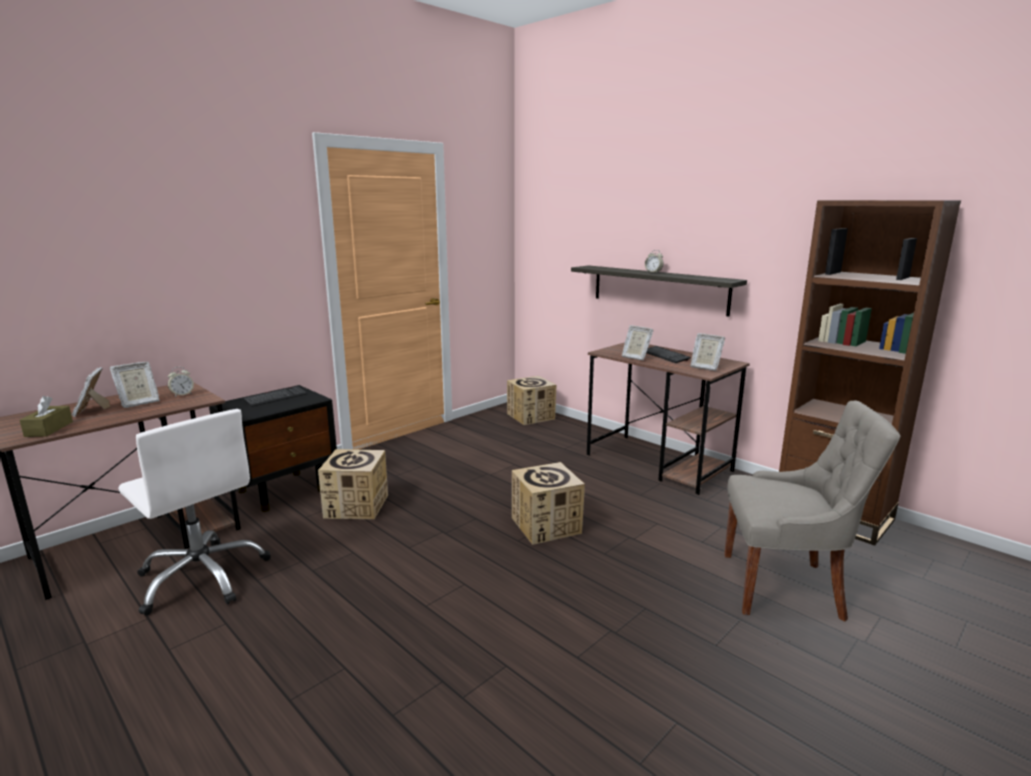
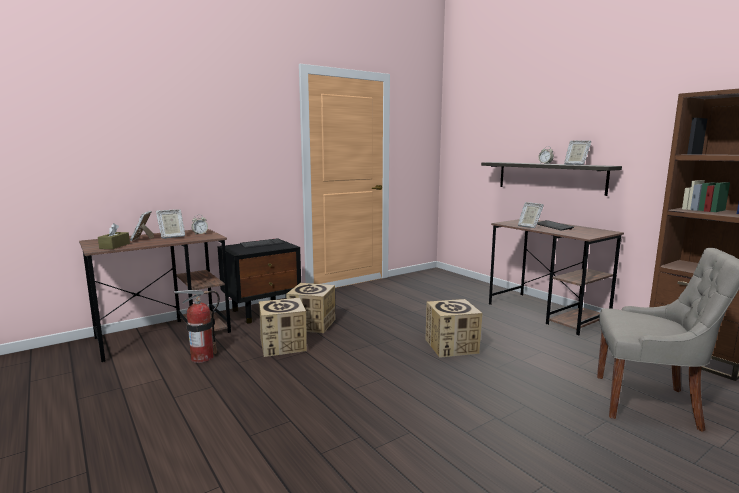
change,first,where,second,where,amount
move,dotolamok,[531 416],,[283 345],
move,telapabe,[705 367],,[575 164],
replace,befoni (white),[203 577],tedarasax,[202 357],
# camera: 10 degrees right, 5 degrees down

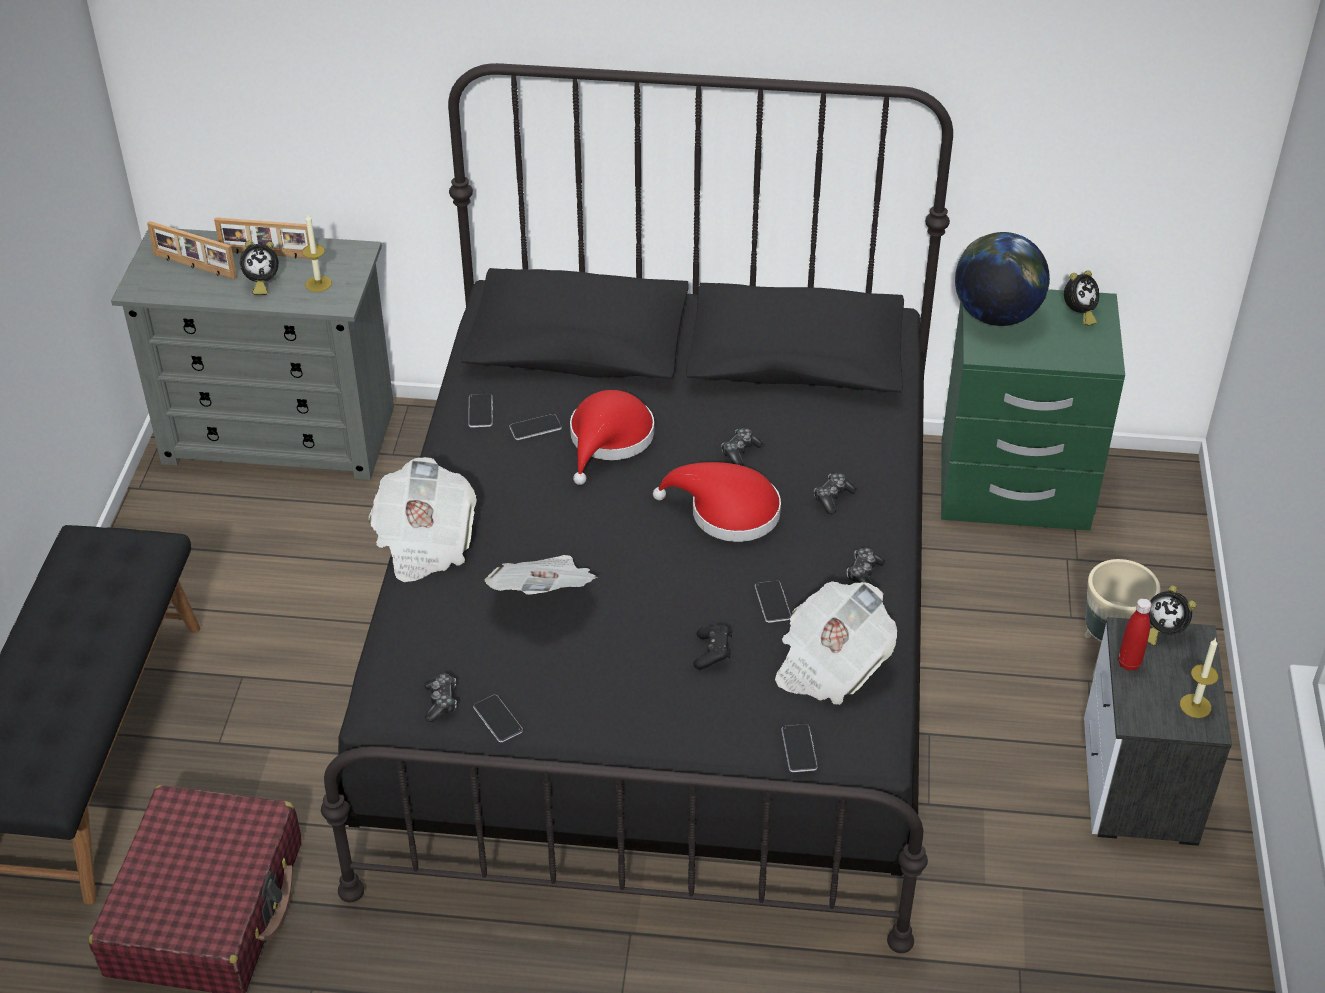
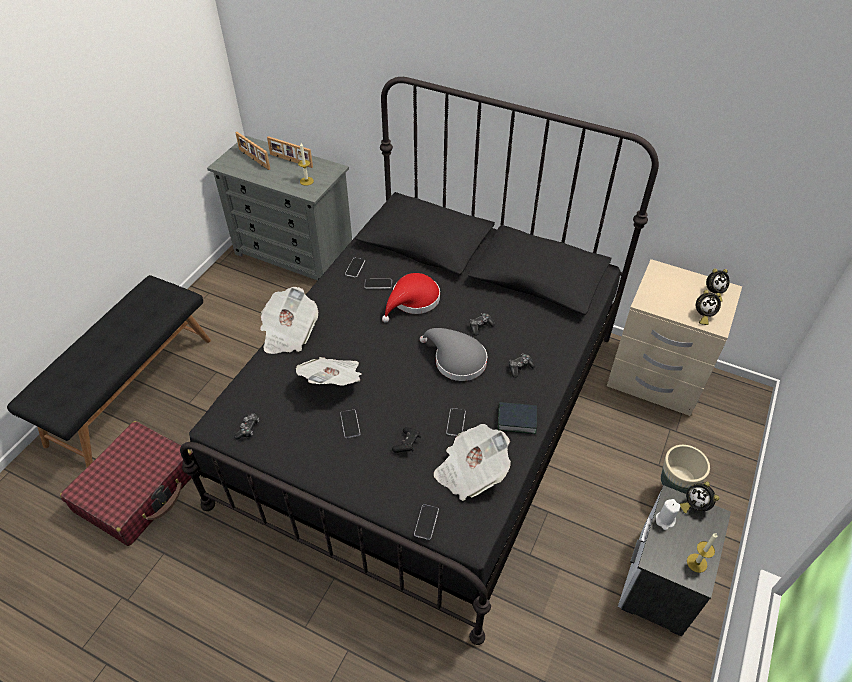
change,first,where,second,where,amount
delete,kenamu,[996 316],,,
move,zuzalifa,[261 284],,[702 316],
move,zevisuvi,[498 719],,[350 424],
replace,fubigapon,[864 574],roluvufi,[516 420],
replace,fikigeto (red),[1129 663],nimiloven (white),[665 520],
recolor,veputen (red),[727 512],veputen (grey),[456 360],
recolor,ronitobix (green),[1014 488],ronitobix (beige),[655 379],
# camera: 20 degrees right, 5 degrees up

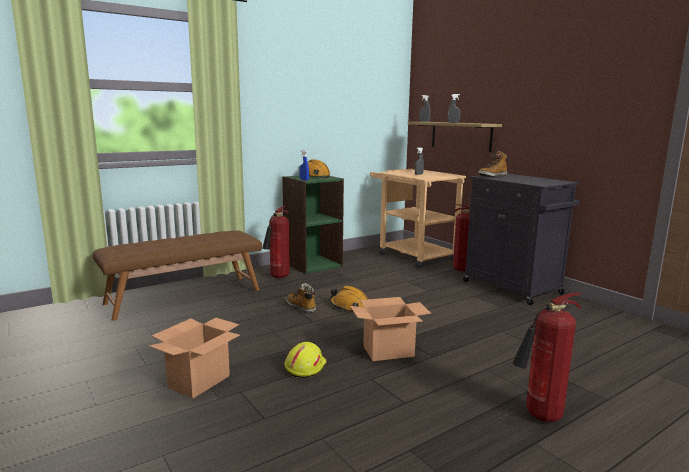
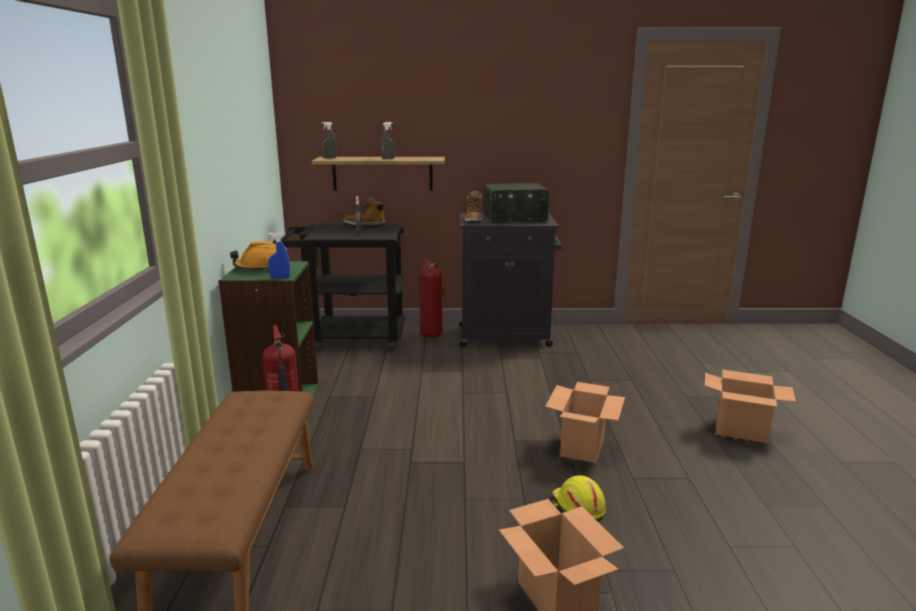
change,first,where,second,where,amount
delete,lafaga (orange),[349 306],,,
insert,,,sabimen,[515 219],
move,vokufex,[301 307],,[364 224],
replace,tedarasax,[540 417],dotolamok,[741 430],
recolor,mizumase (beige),[412 255],mizumase (black),[349 338],
# camera: 55 degrees left, 5 degrees up

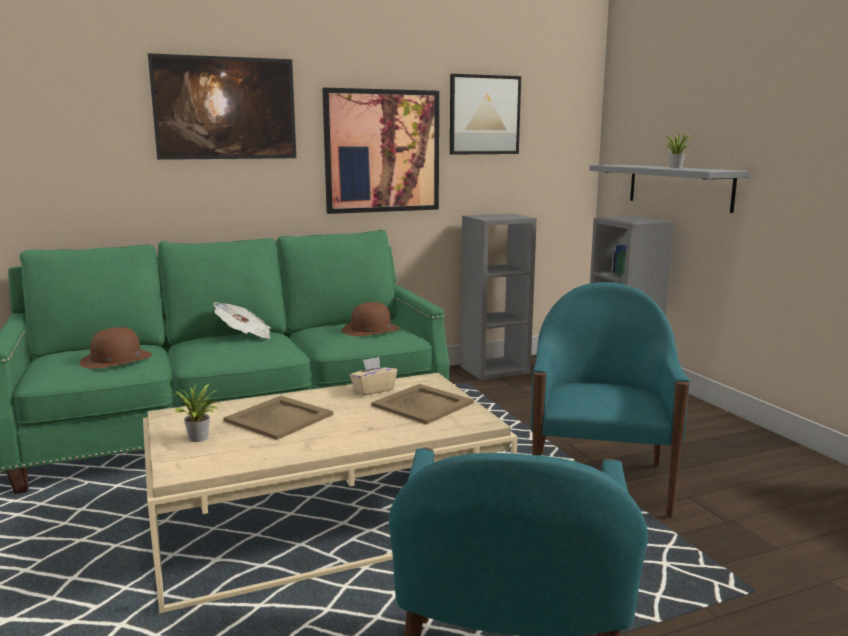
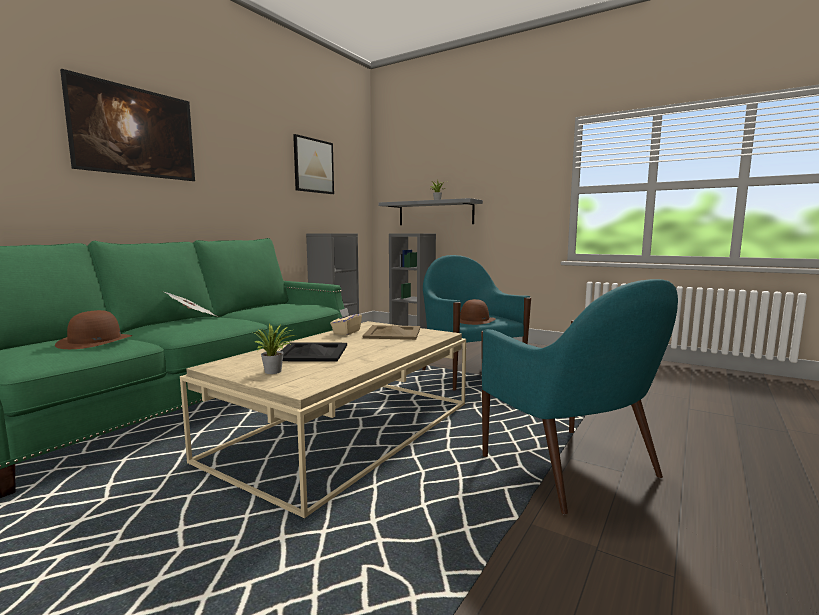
change,first,where,second,where,amount
delete,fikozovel,[382 151],,,
move,veputen (brown),[370 329],,[474 320],
recolor,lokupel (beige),[279 417],lokupel (black),[311 352],
# camera: 35 degrees left, 5 degrees down

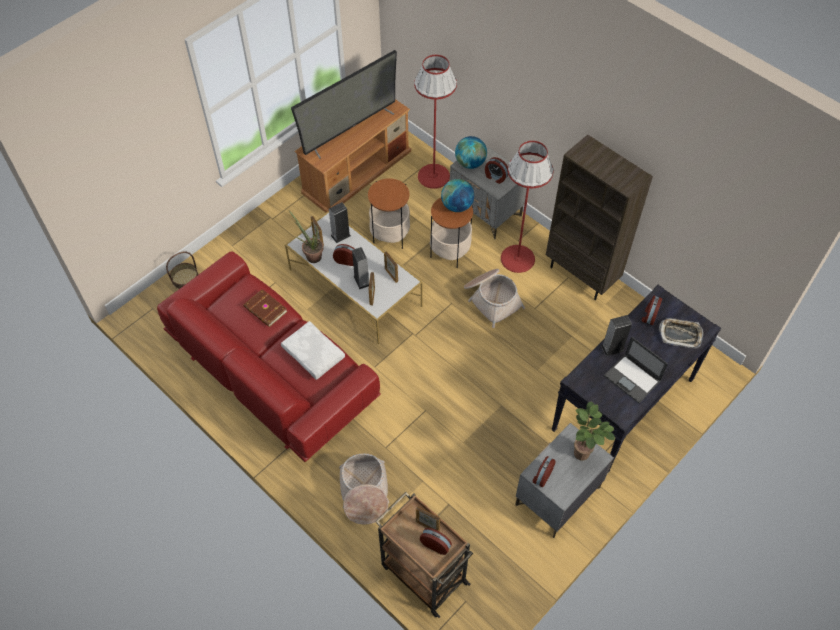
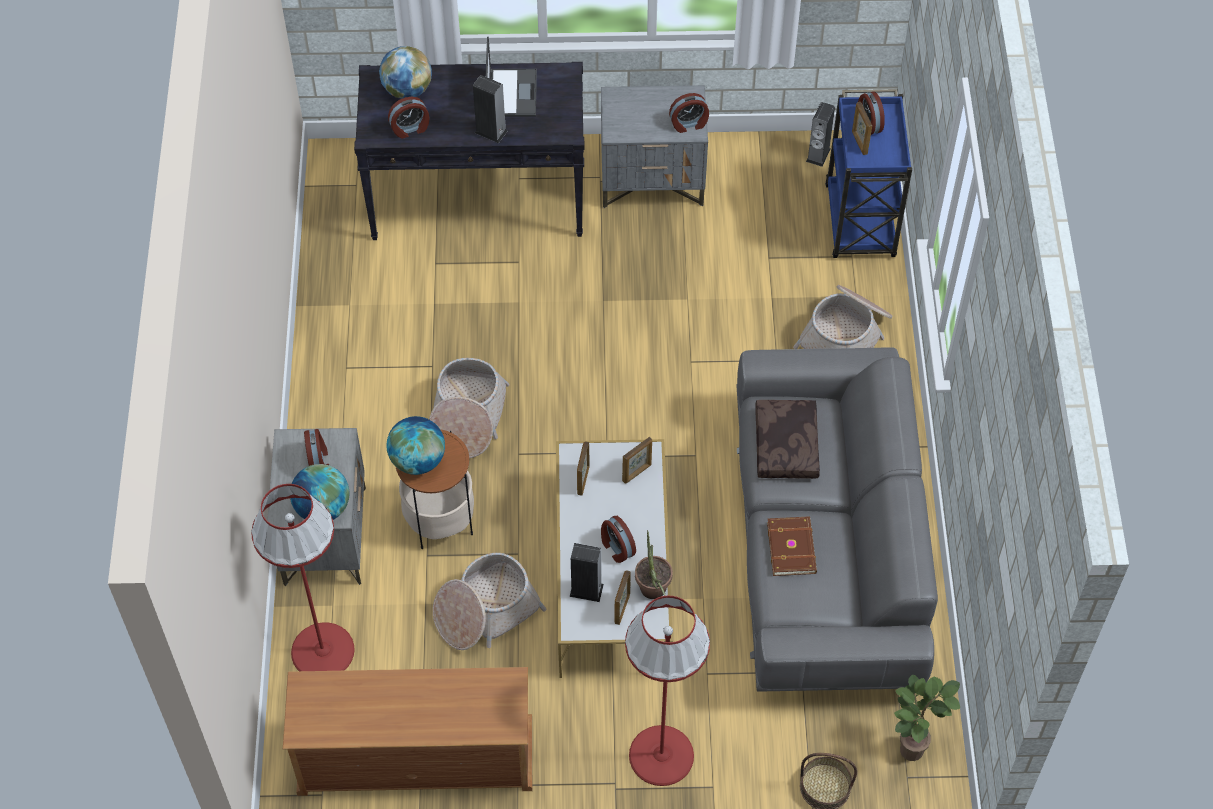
change,first,where,second,where,amount
delete,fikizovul,[350 130],,,
delete,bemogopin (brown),[582 275],,,
move,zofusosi,[362 281],,[818 155],
move,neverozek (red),[517 258],,[661 755],
move,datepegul,[583 455],,[912 746],
replace,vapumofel,[390 235],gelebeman,[485 611],
replace,lokupel,[680 334],kenamu,[407 90],
recolor,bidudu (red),[272 372],bidudu (grey),[824 550],
recolor,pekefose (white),[312 354],pekefose (brown),[787 446],
recolor,mizumase (brown),[423 573],mizumase (blue),[860 223],
# camera: 135 degrees left, 0 degrees up

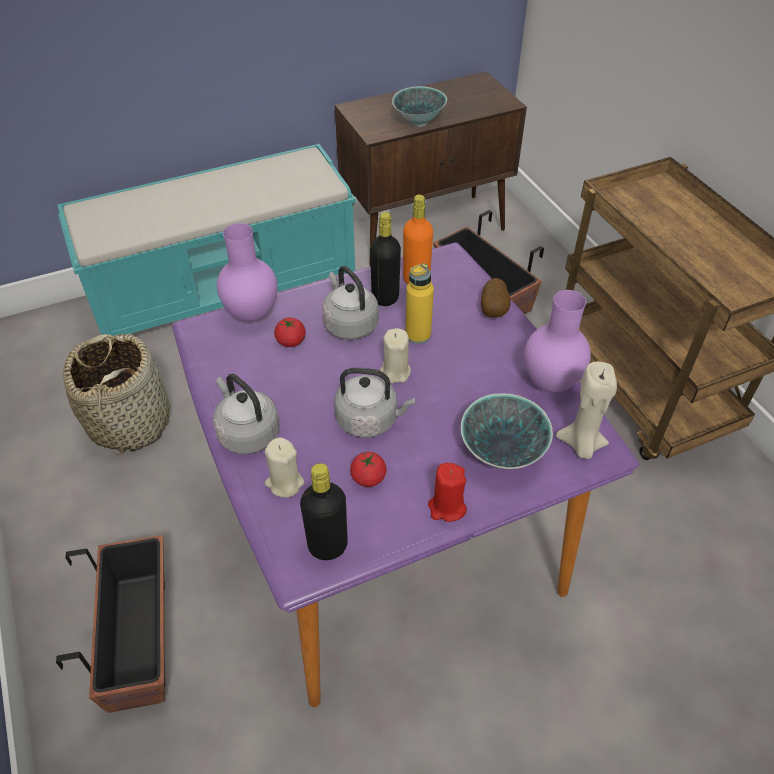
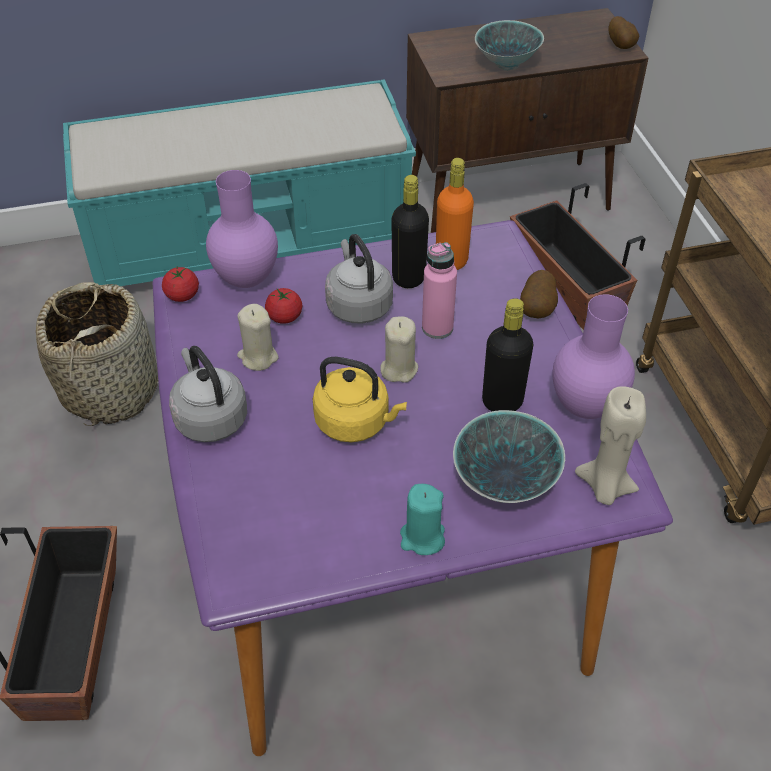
change,first,where,second,where,amount
insert,,,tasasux,[621 45],
move,nimiloven (beige),[284 483],,[258 357],
move,fikigeto (black),[328 546],,[502 402],
move,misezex,[368 478],,[182 295],
recolor,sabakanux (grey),[370 420],sabakanux (yellow),[356 422],
recolor,fikigeto (yellow),[418 335],fikigeto (pink),[437 328],
recolor,nimiloven (red),[446 507],nimiloven (turquoise),[422 538],
# camera: 10 degrees right, 0 degrees up

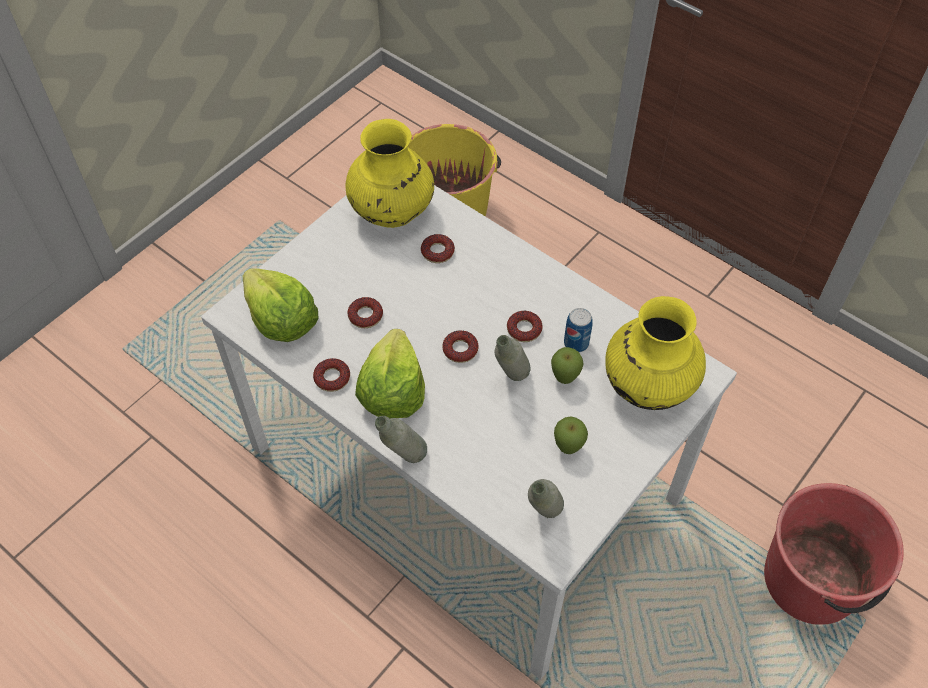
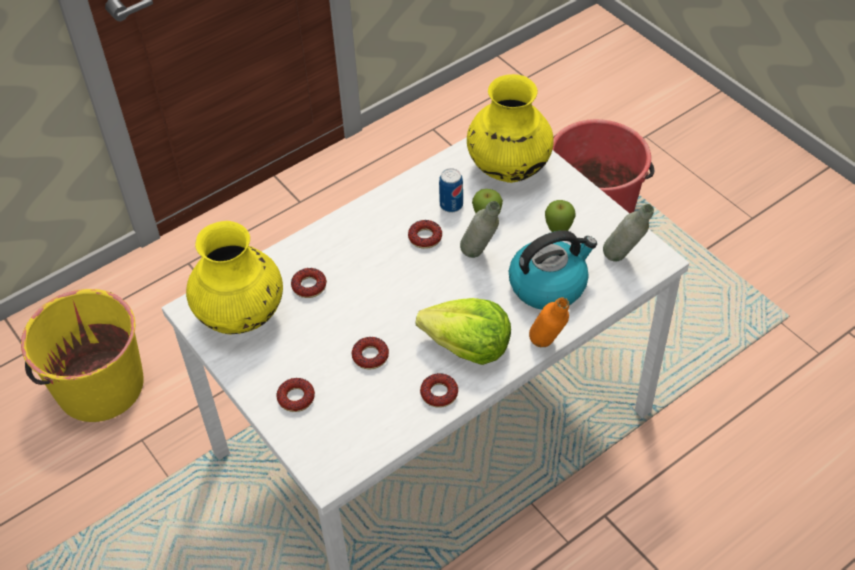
change,first,where,second,where,amount
delete,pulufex,[281 320],,,
insert,,,sabakanux,[549 285],
move,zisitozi,[460 349],,[296 398],
recolor,fikigeto (grey),[404 461],fikigeto (orange),[547 348],
# camera: 75 degrees left, 5 degrees down

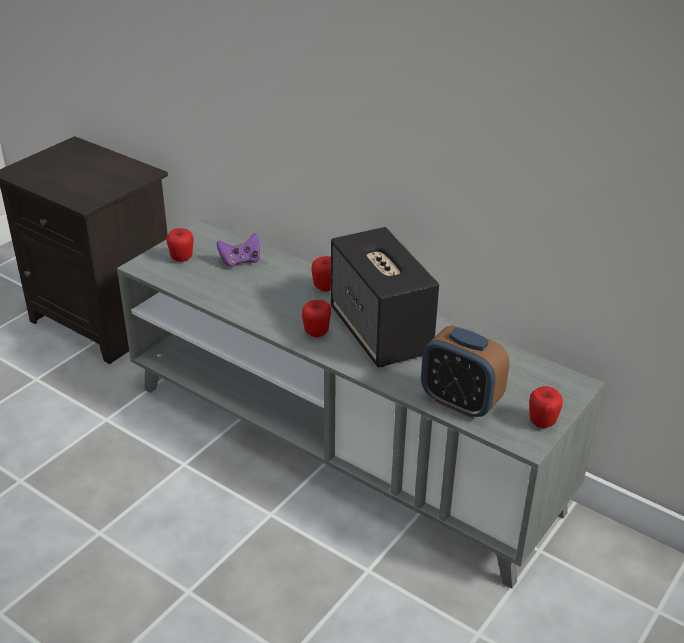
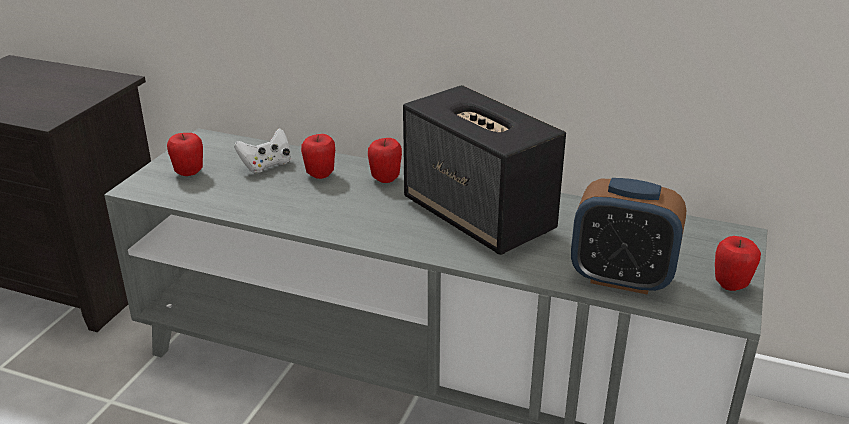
change,first,where,second,where,amount
move,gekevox,[316 333],,[320 174],
recolor,fubigapon (purple),[240 261],fubigapon (white),[266 165],
# camera: 15 degrees left, 5 degrees down

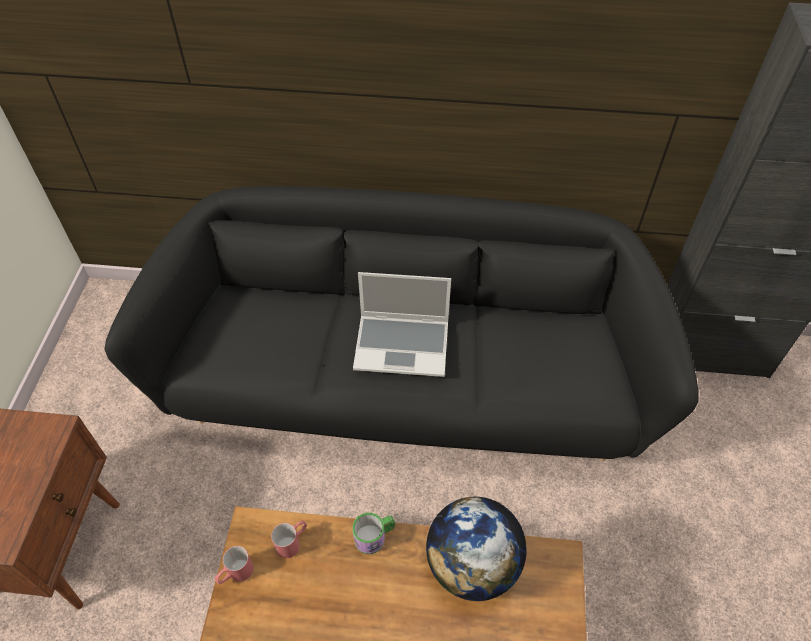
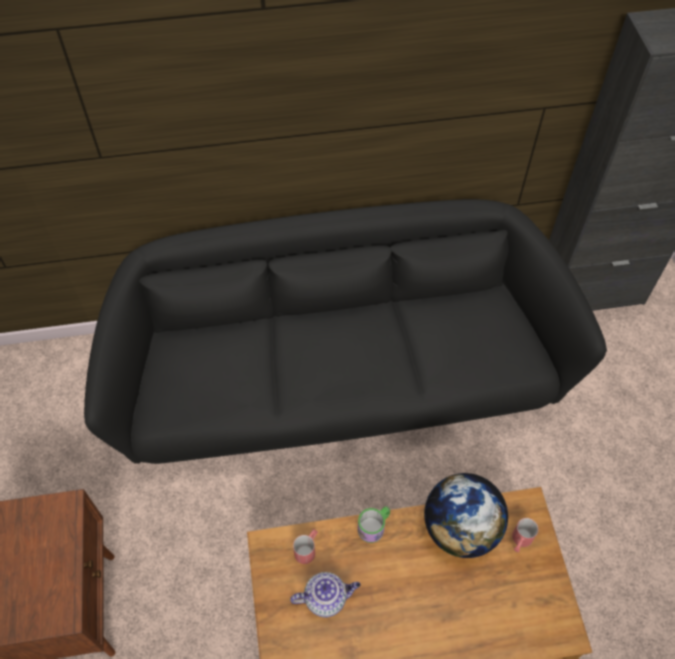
change,first,where,second,where,amount
delete,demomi,[403 345],,,
insert,,,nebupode,[326 598],
move,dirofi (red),[235 574],,[520 541],
# camera: 15 degrees left, 5 degrees up

